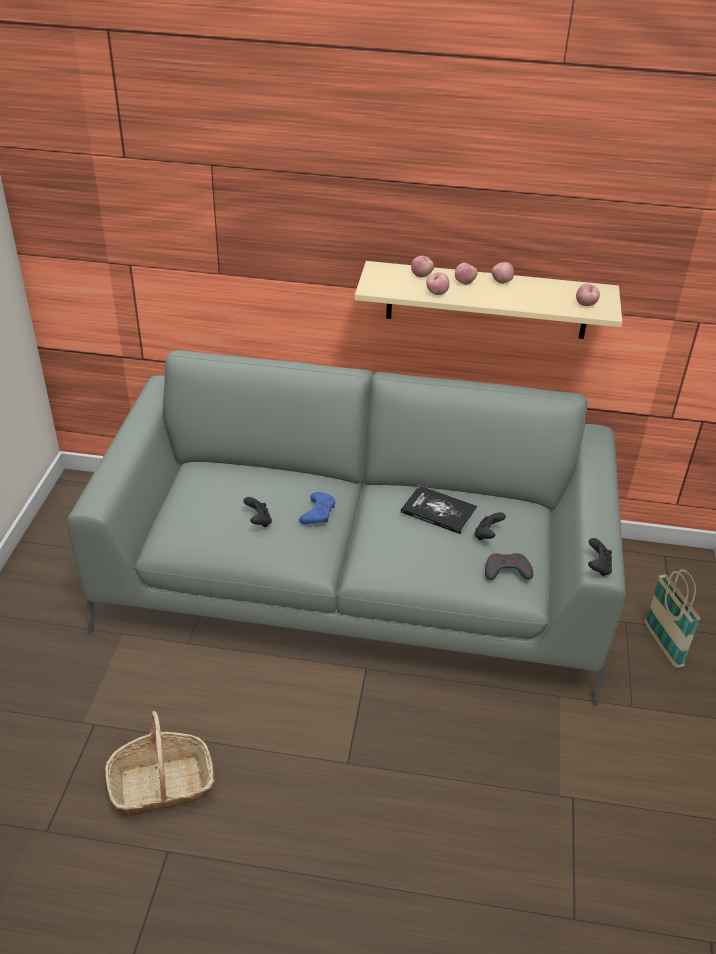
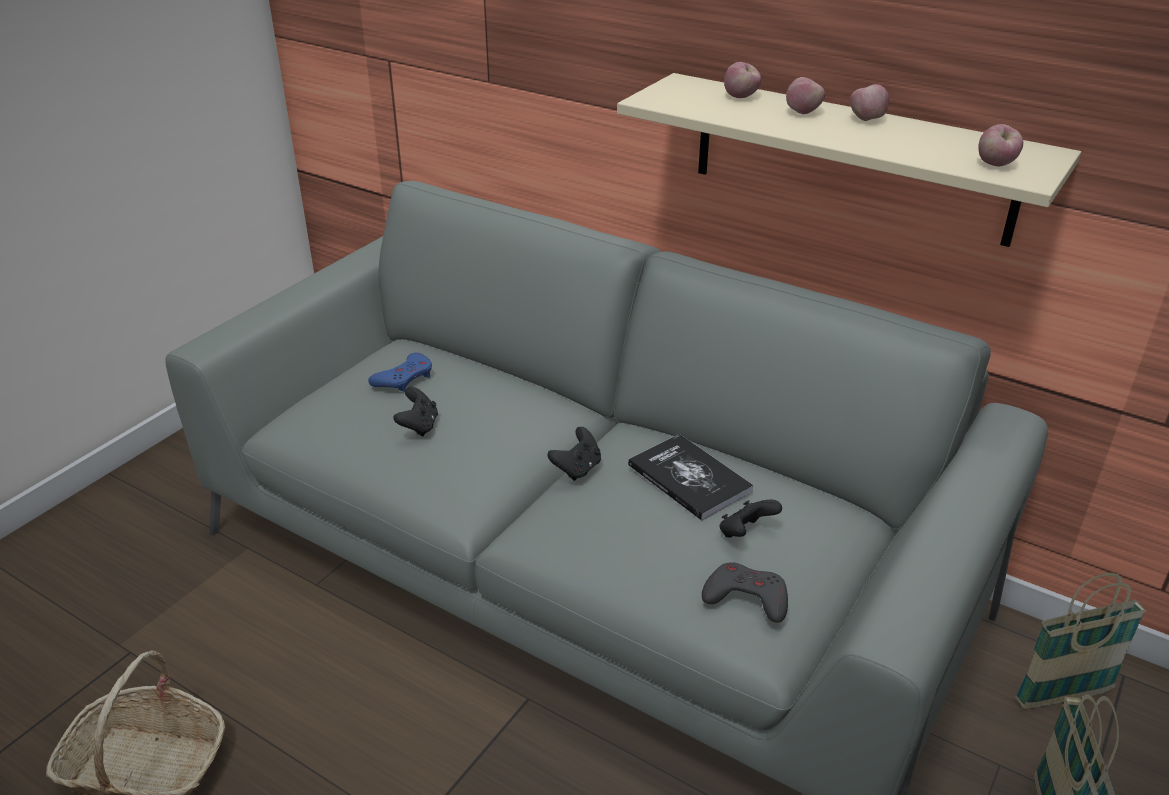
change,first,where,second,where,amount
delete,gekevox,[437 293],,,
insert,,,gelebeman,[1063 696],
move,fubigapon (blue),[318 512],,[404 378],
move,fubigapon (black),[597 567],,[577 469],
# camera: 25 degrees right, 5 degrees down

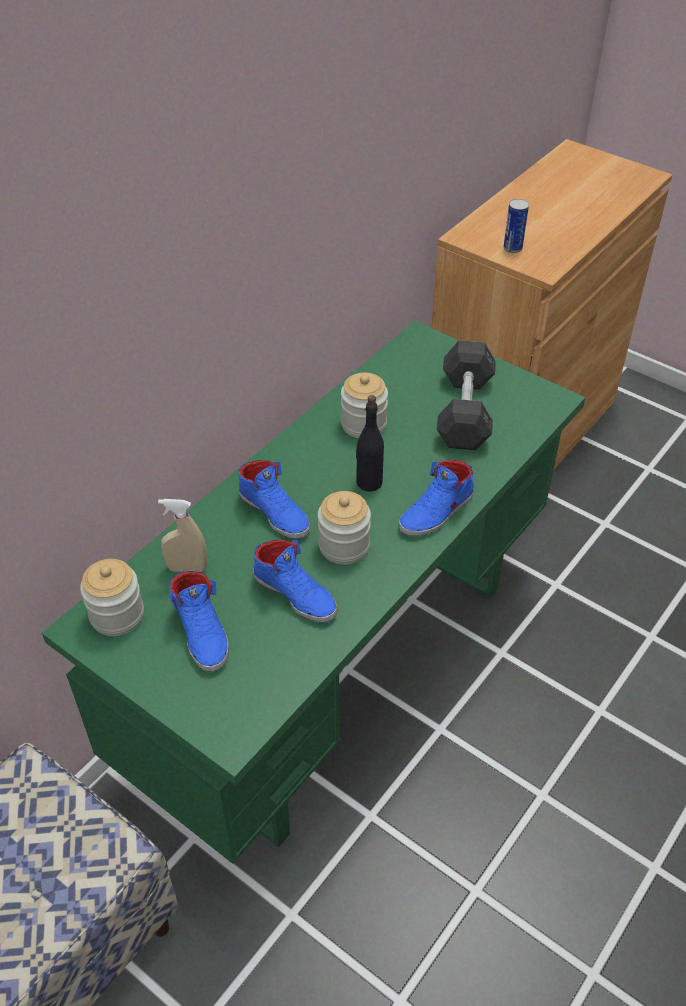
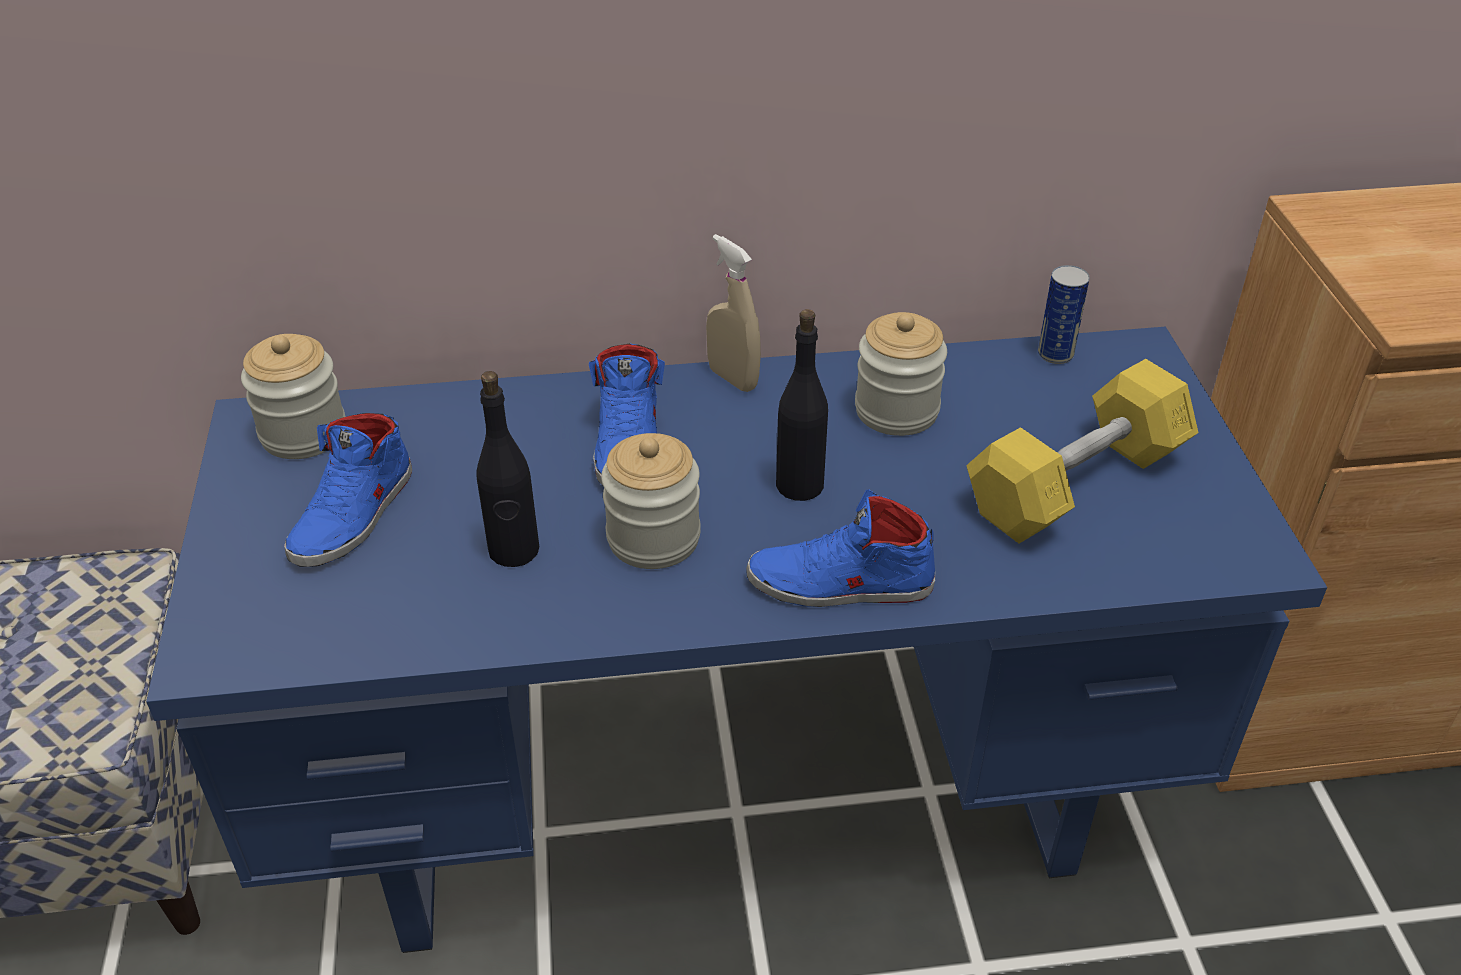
change,first,where,second,where,amount
move,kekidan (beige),[187 568],,[733 378],
move,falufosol,[512 248],,[1055 354],
replace,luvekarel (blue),[295 593],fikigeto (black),[514 550],
recolor,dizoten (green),[341 667],dizoten (blue),[732 802],
recolor,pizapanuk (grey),[465 411],pizapanuk (yellow),[1076 483],
# camera: 45 degrees right, 5 degrees down

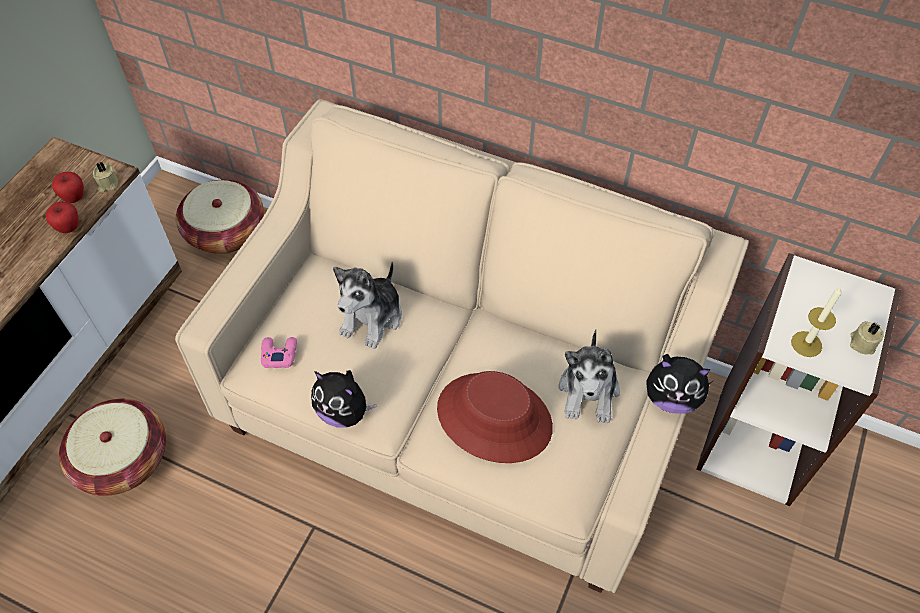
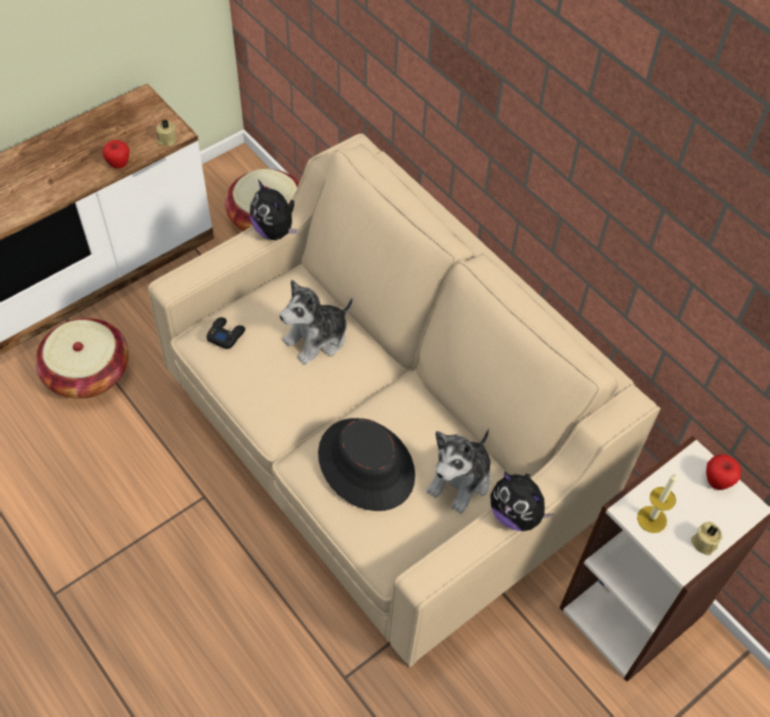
change,first,where,second,where,amount
move,gekevox,[74 198],,[717 481],
move,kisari,[344 412],,[275 231],
recolor,fubigapon (pink),[279 354],fubigapon (black),[226 335],
recolor,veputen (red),[494 417],veputen (black),[366 464],
# camera: 25 degrees right, 0 degrees up

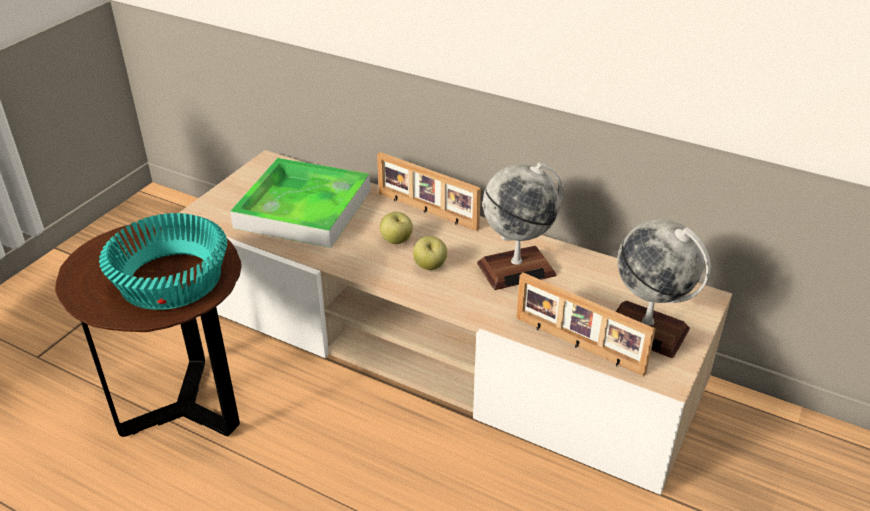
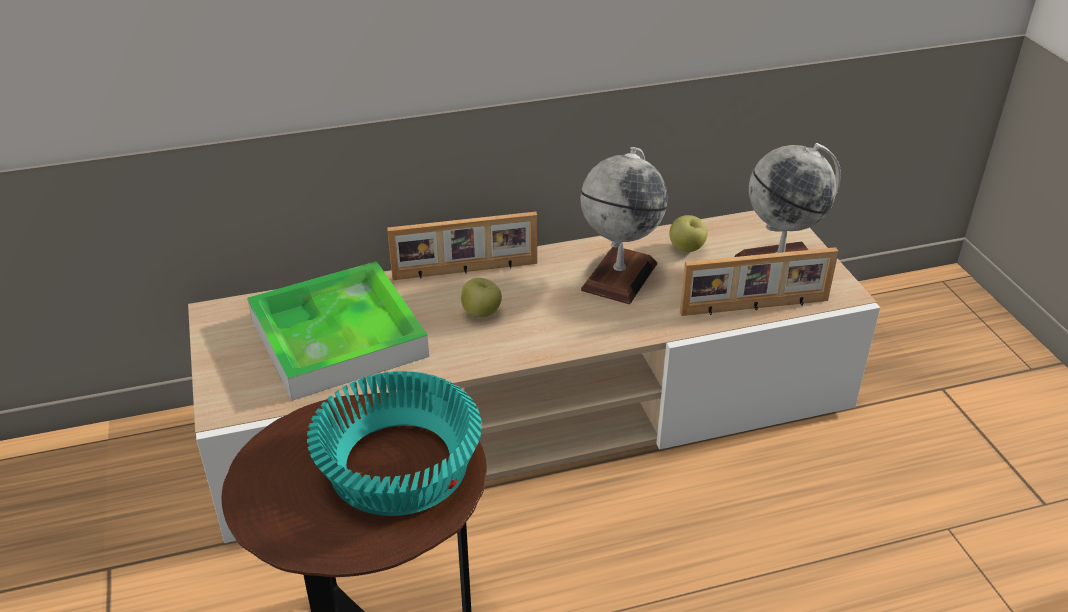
change,first,where,second,where,amount
move,gekevox,[430 266],,[686 249],
# camera: 45 degrees left, 0 degrees up

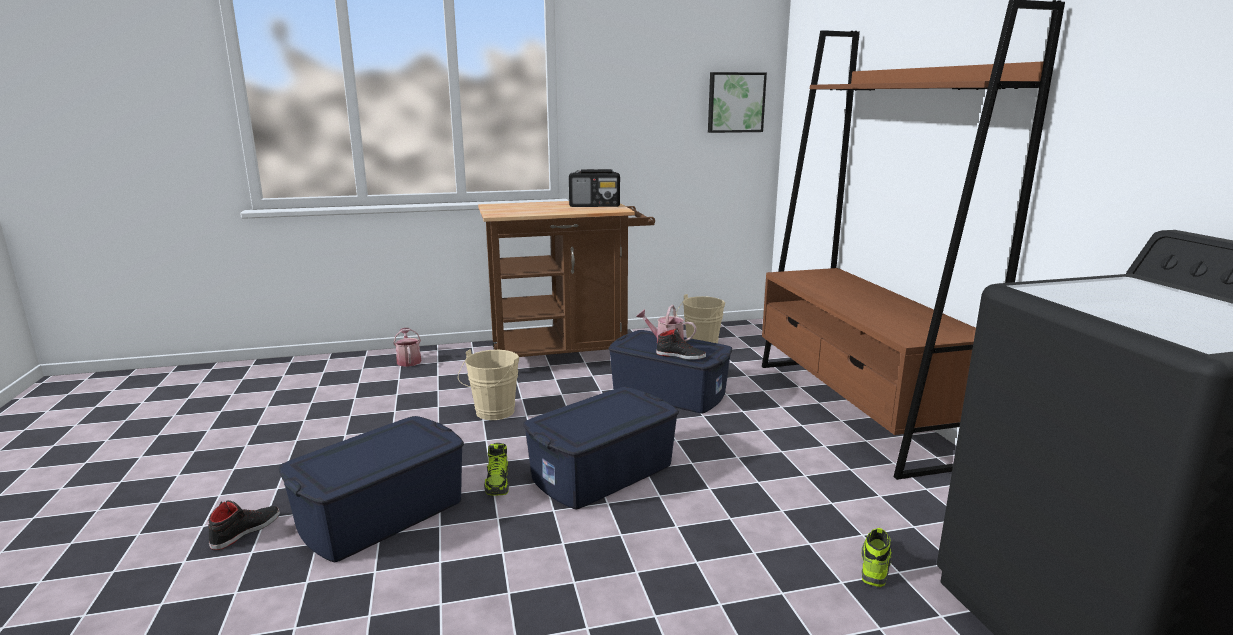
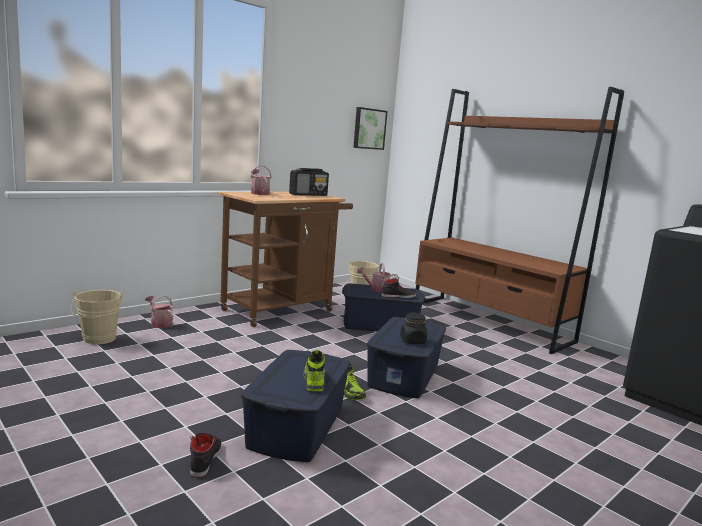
change,first,where,second,where,amount
insert,,,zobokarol,[259 193],
insert,,,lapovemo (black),[413 341],
move,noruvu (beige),[492 413],,[98 340],
move,luvekarel,[874 564],,[313 380],
# camera: 30 degrees left, 5 degrees down

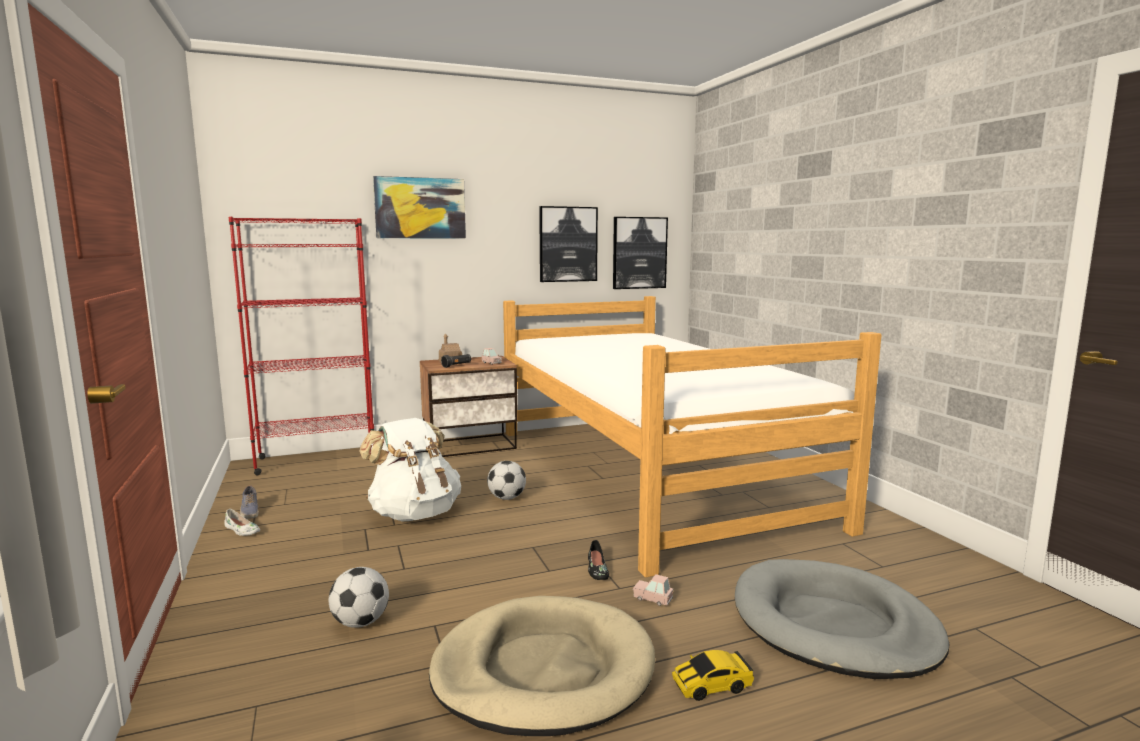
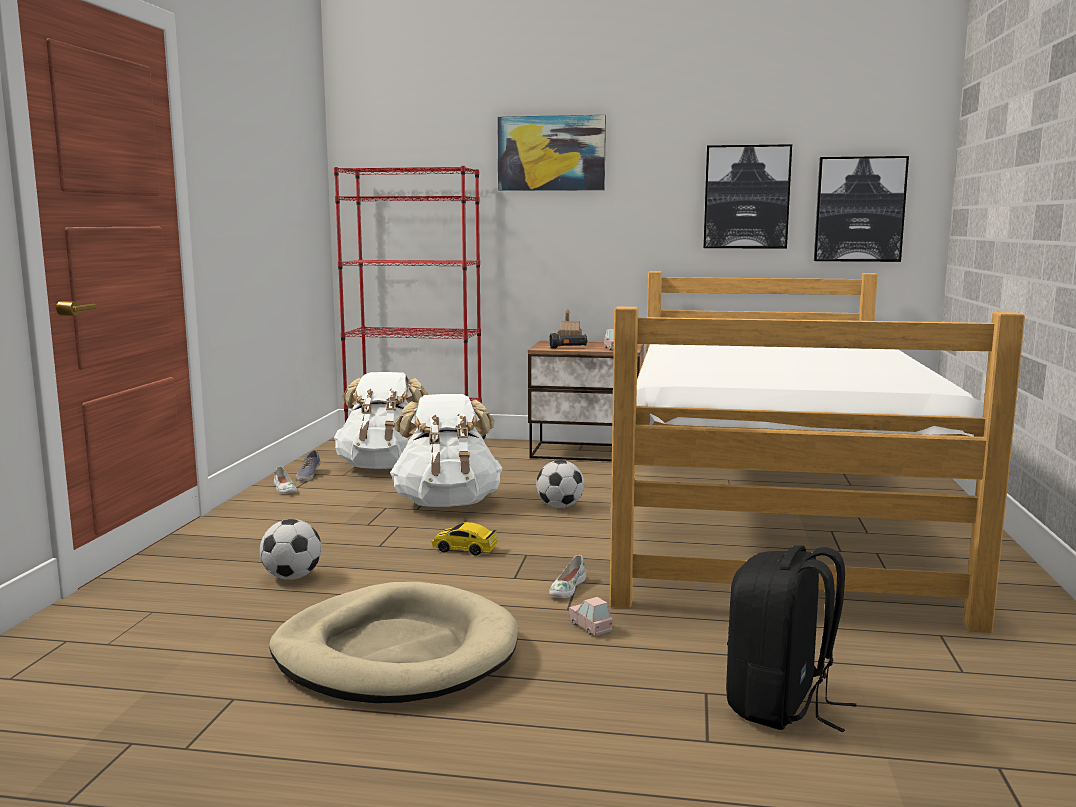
change,first,where,second,where,amount
insert,,,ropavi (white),[384 467],
move,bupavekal,[712 686],,[464 549],
replace,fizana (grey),[833 624],ropavi (black),[781 706],
recolor,luvekarel (black),[597 569],luvekarel (white),[567 588],
# camera: 30 degrees right, 0 degrees up

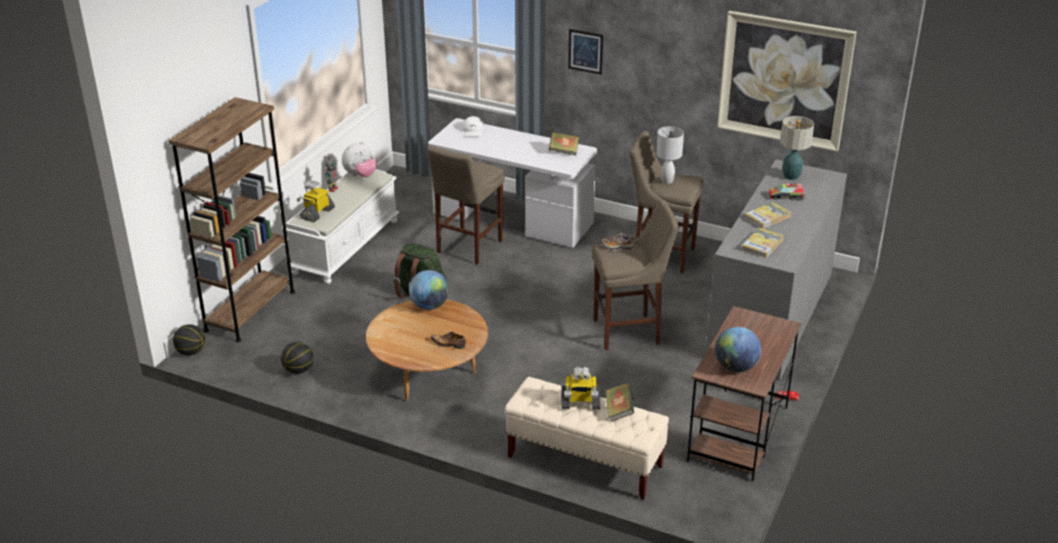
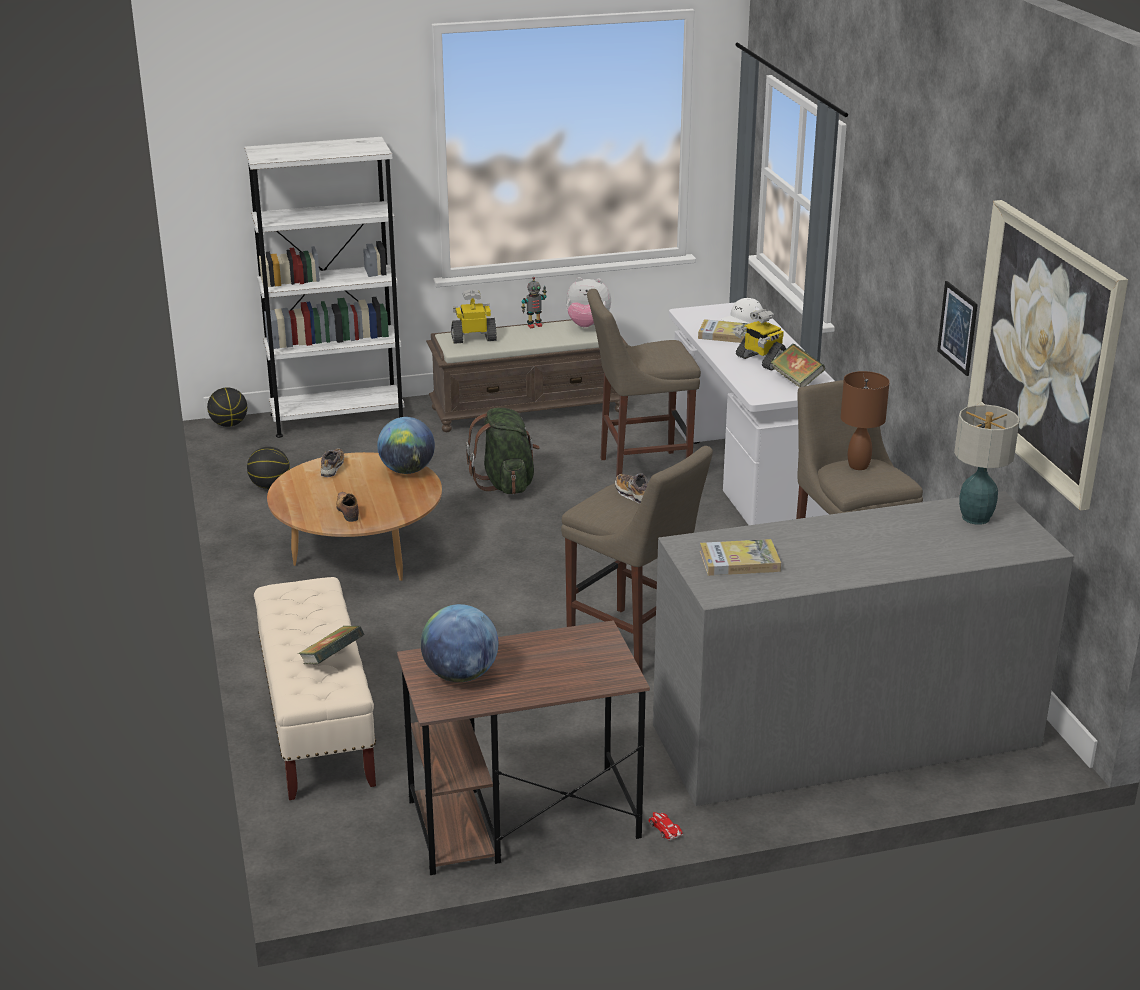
change,first,where,second,where,amount
delete,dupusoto,[786 197],,,
insert,,,luvekarel,[332 468],
move,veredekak,[580 403],,[761 360],
move,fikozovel,[585 51],,[957 328],
move,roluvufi,[767 217],,[726 334],
recolor,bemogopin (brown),[250 311],bemogopin (white),[337 418],
recolor,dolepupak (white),[346 246],dolepupak (brown),[528 409],
recolor,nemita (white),[667 181],nemita (brown),[858 466],
# camera: 50 degrees right, 5 degrees down

